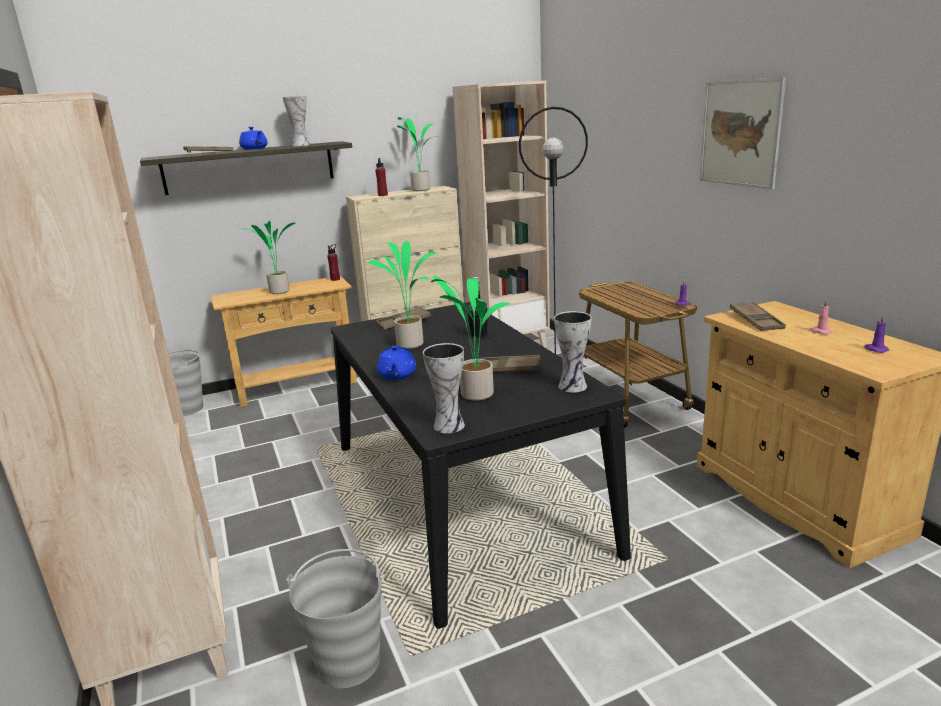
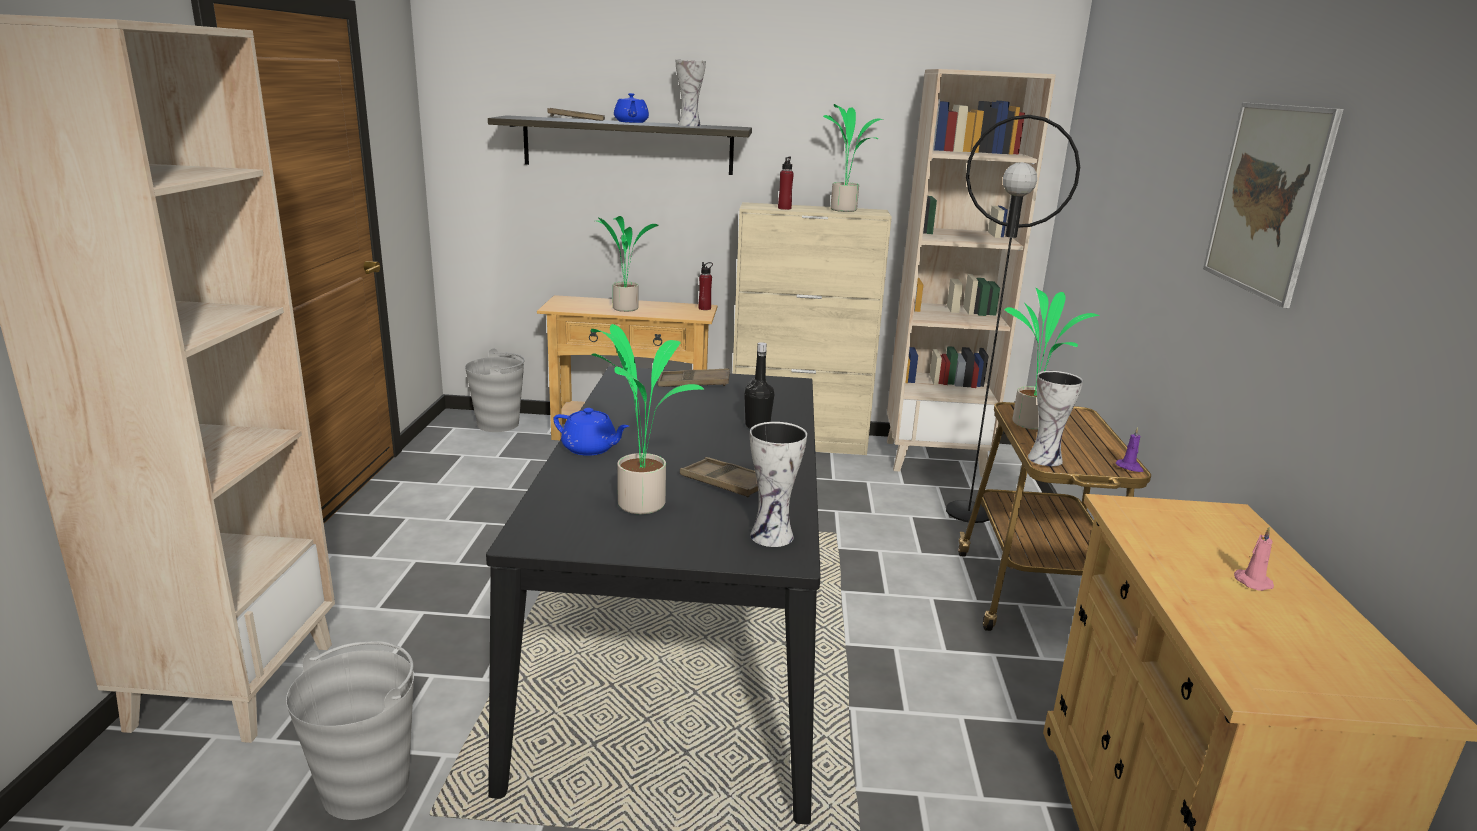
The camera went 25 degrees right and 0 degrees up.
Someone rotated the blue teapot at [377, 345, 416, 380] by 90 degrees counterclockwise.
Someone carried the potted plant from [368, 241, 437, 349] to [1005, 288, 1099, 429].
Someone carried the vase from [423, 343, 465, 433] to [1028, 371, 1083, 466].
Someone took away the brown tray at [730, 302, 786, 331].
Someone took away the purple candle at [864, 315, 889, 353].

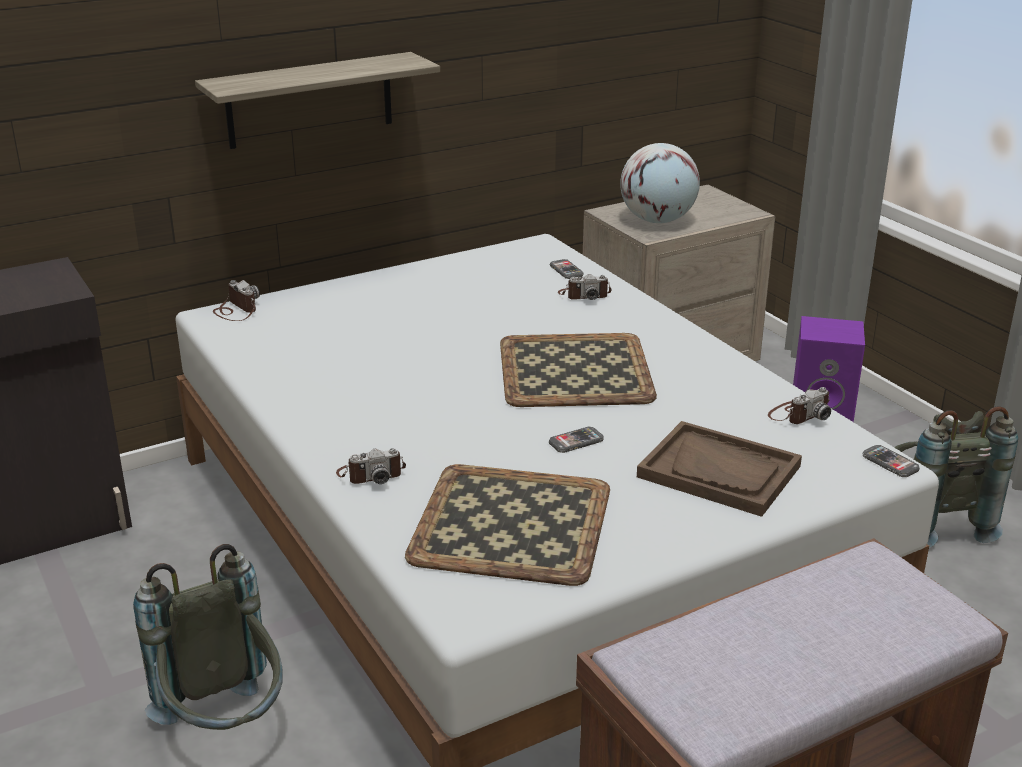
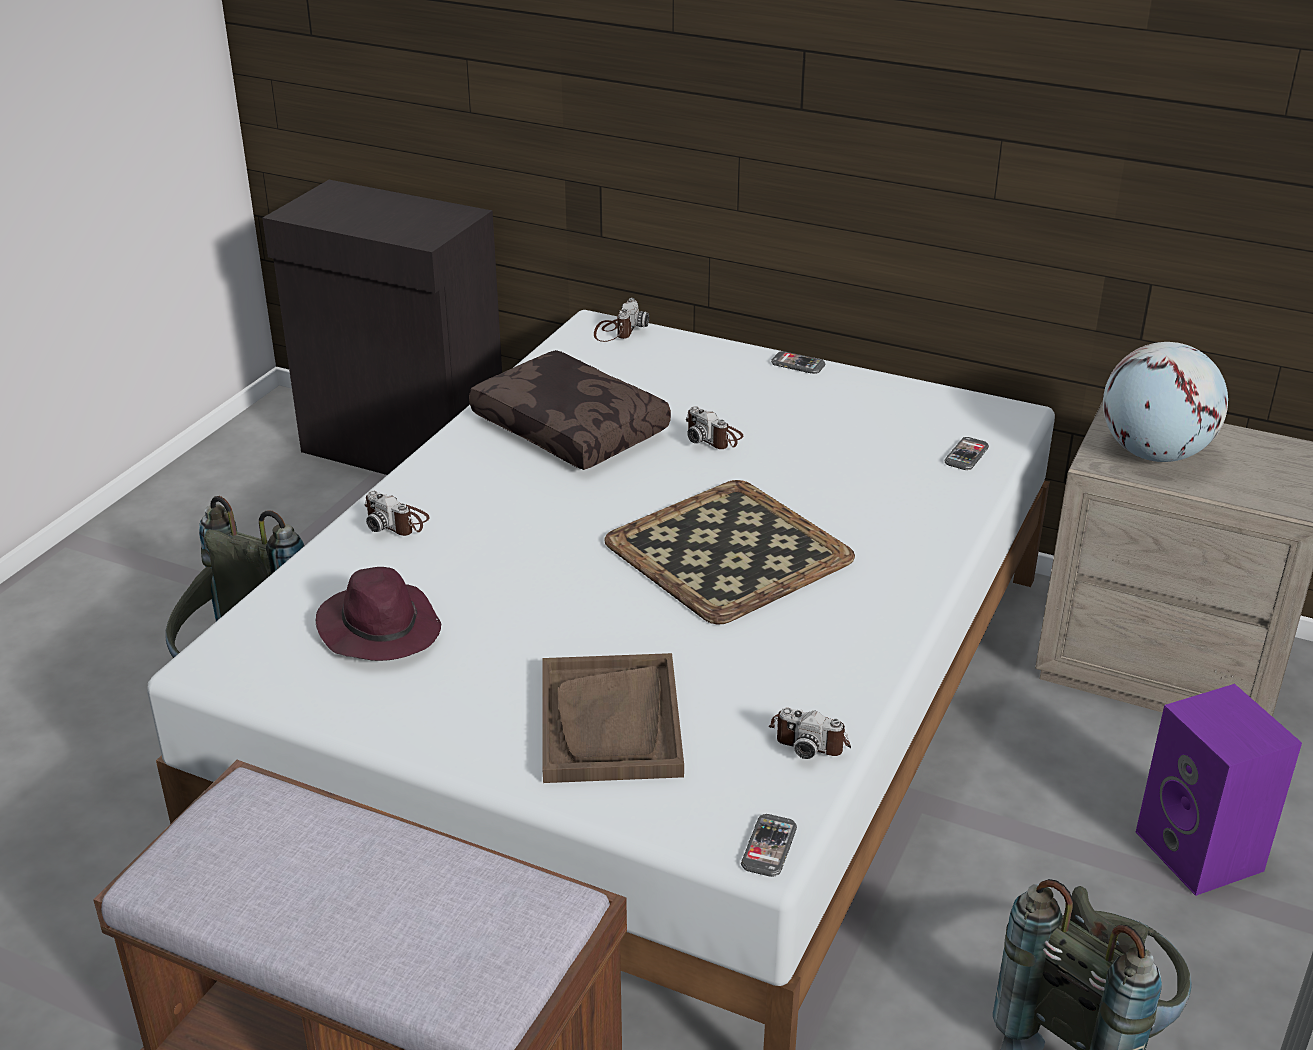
The camera went 55 degrees right and 5 degrees up.
Someone swapped the tray at [405, 464, 610, 586] for the purple hat at [316, 567, 441, 661].
Someone put down the brown pillow at [469, 350, 671, 470].
Someone carried the photo camera from [558, 274, 612, 300] to [686, 406, 743, 449].
Someone carried the phone from [549, 427, 604, 453] to [771, 351, 825, 374].
Someone took away the shelf at [195, 52, 440, 149].

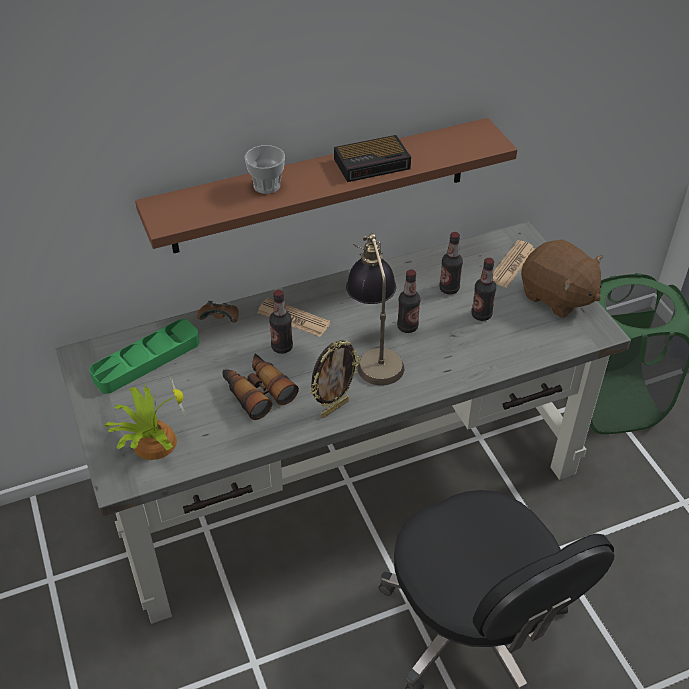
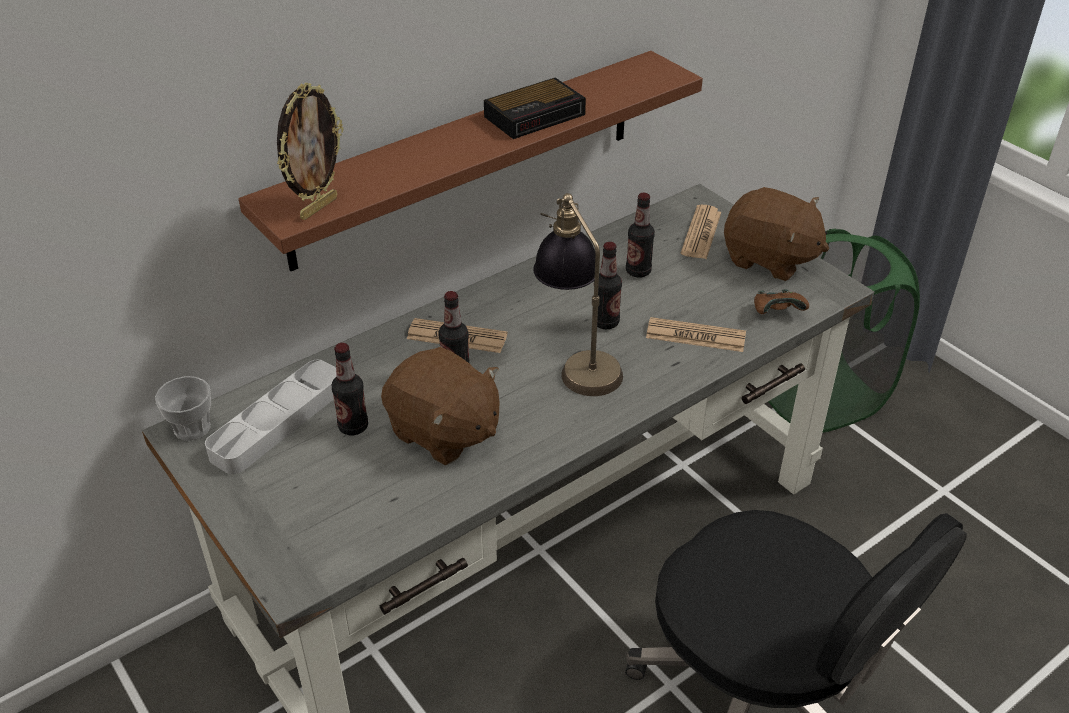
The camera went 15 degrees left and 5 degrees down.
Someone carried the cup from [245, 145, 285, 194] to [155, 376, 211, 441].
Someone repainted the green tray at [89, 319, 200, 394], which became the grey tray at [205, 360, 337, 474].
Someone carried the picture frame from [310, 340, 360, 418] to [277, 83, 343, 220].
Someone carried the bottle from [472, 258, 496, 321] to [332, 343, 368, 435].
Someone swapped the binoculars at [223, 354, 299, 420] for the brown plush toy at [381, 347, 499, 465].
Someone put down the newspaper at [646, 317, 746, 352].
Someone carried the brown game controller from [197, 301, 239, 323] to [754, 289, 809, 314].
Someone took away the potted plant at [104, 374, 185, 460].

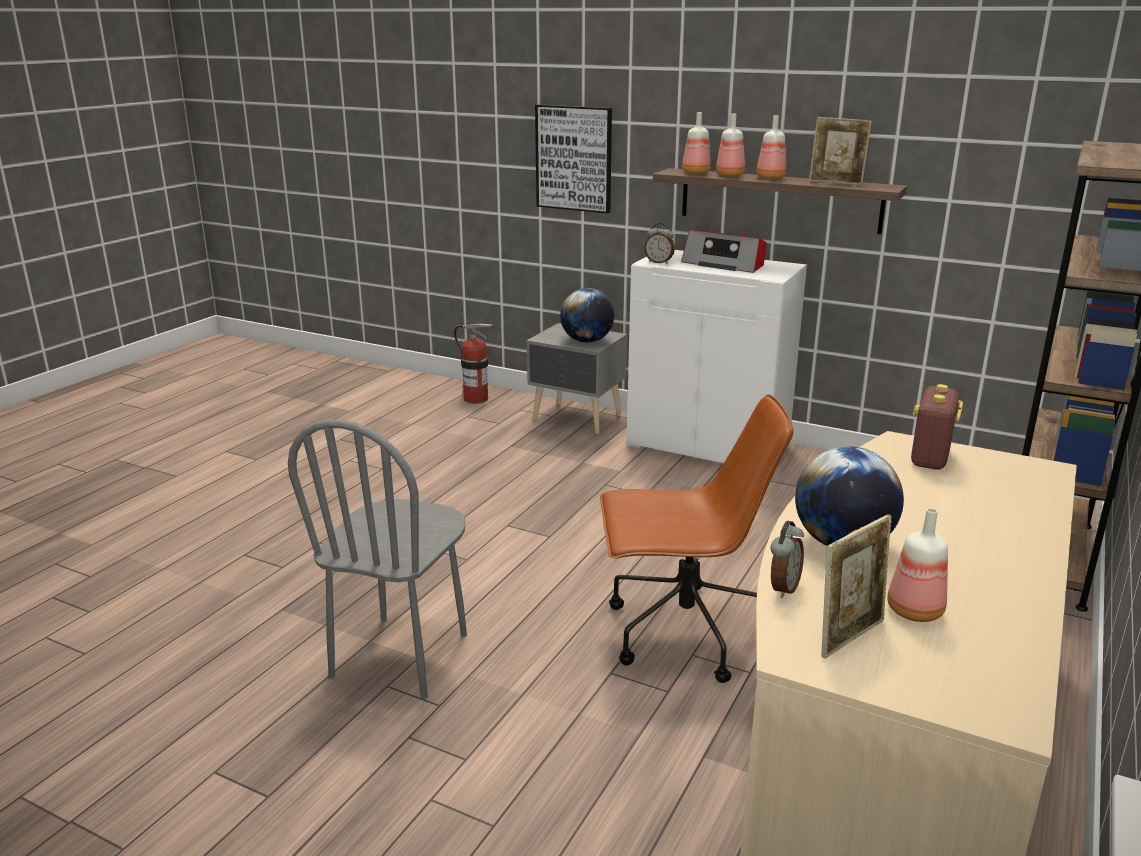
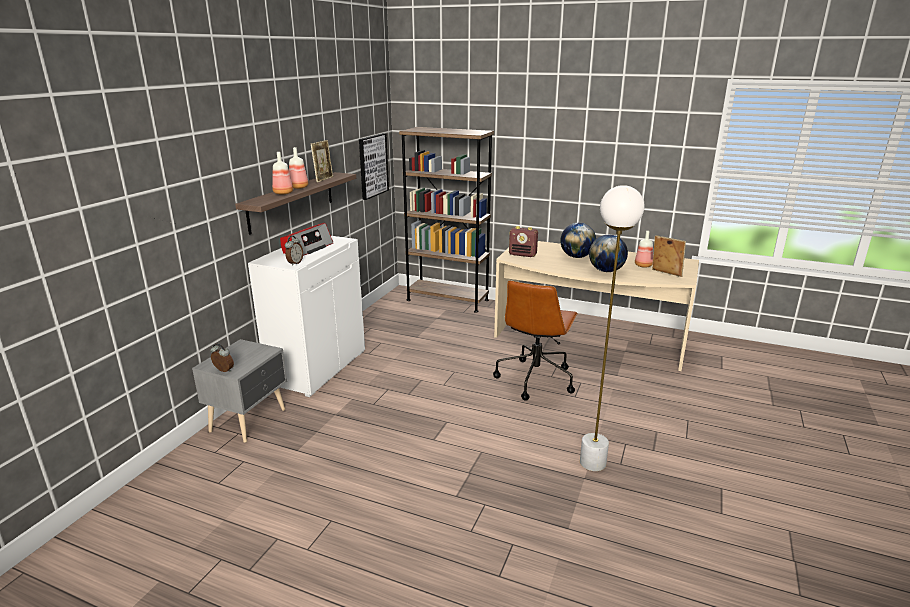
The camera went 95 degrees left and 0 degrees up.
Someone carried the alarm clock from [770, 521, 804, 598] to [210, 343, 234, 372].
Someone carried the picture from [535, 104, 612, 213] to [359, 133, 389, 200].
Someone rotated the brown office chair at [600, 394, 793, 683] by 150 degrees counterclockwise.
Someone carried the globe from [560, 288, 614, 343] to [560, 223, 596, 258].
Someone swapped the grey chair at [288, 419, 467, 699] for the white floor lamp at [580, 185, 645, 471].
Someone took away the fire extinguisher at [454, 323, 493, 404].
Someone took away the bottle at [682, 112, 711, 174].

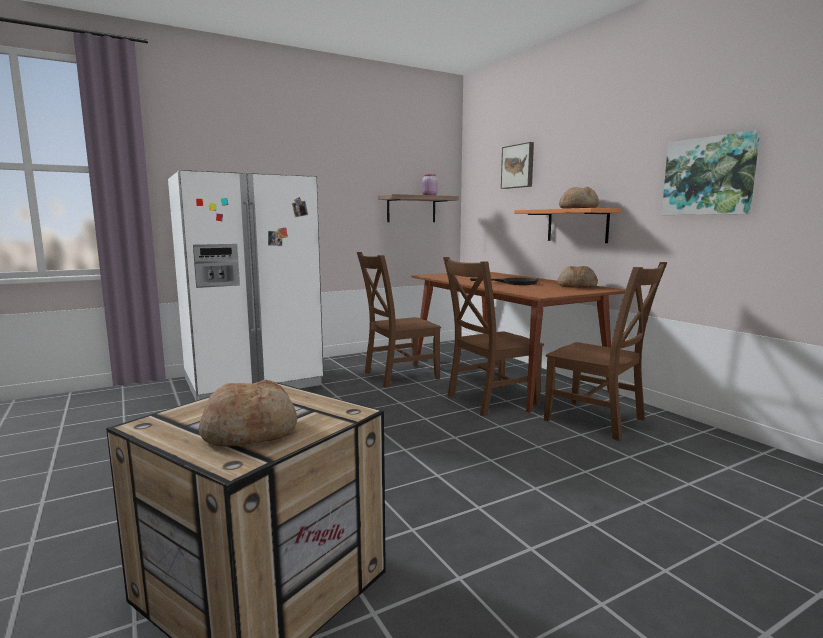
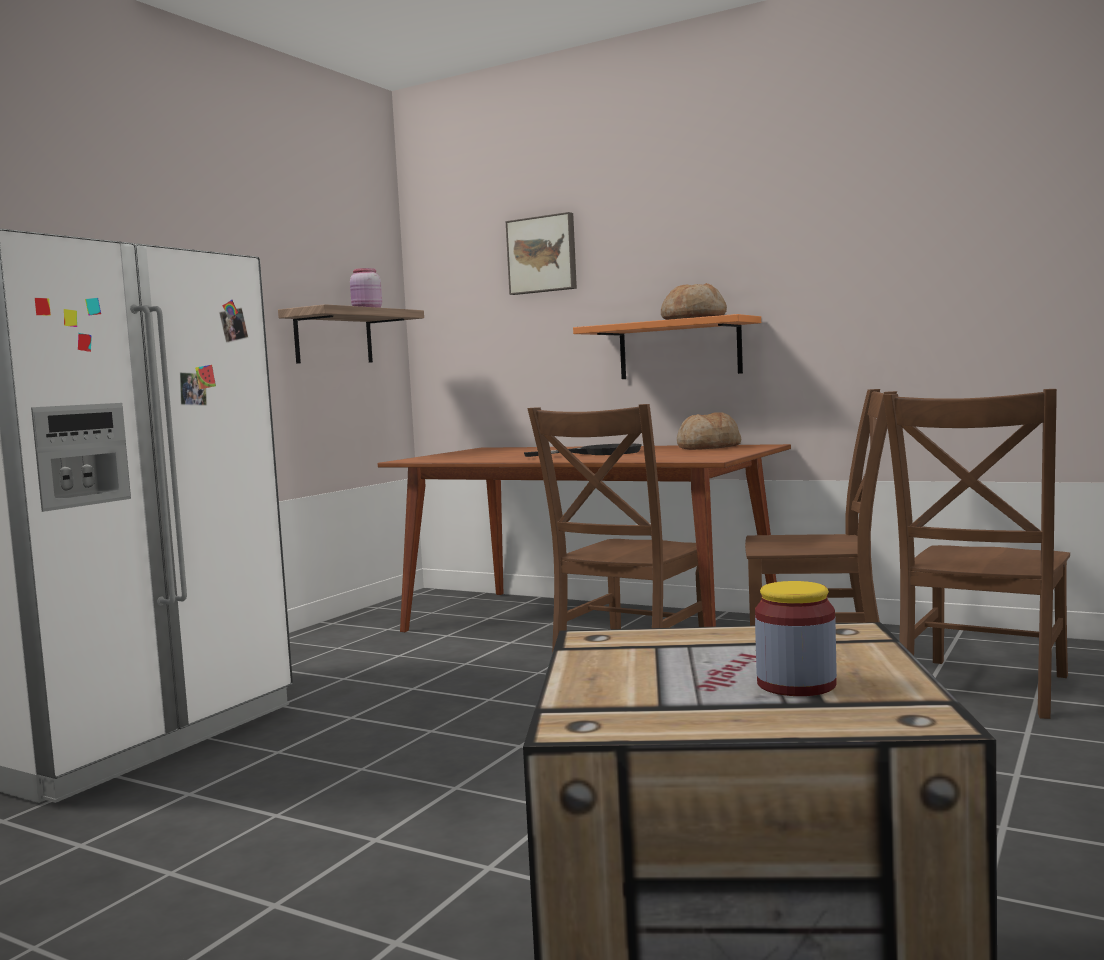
The camera went 30 degrees left and 5 degrees down.
Someone swapped the bread at [199, 379, 297, 447] for the jar at [755, 581, 837, 696].
Someone carried the brown chair from [357, 252, 441, 388] to [883, 389, 1070, 719].
Someone took away the picture at [662, 130, 760, 215].

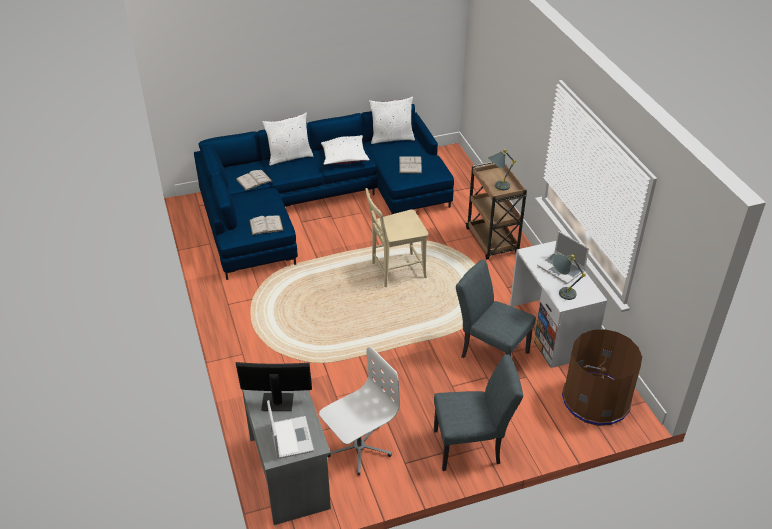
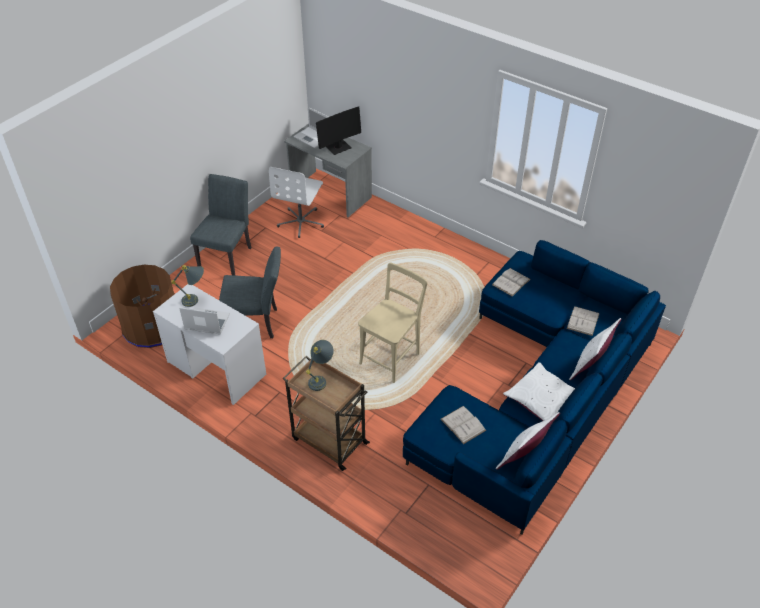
The camera went 145 degrees right and 5 degrees up.
Someone rotated the grey chair at [434, 354, 523, 471] by 150 degrees clockwise.

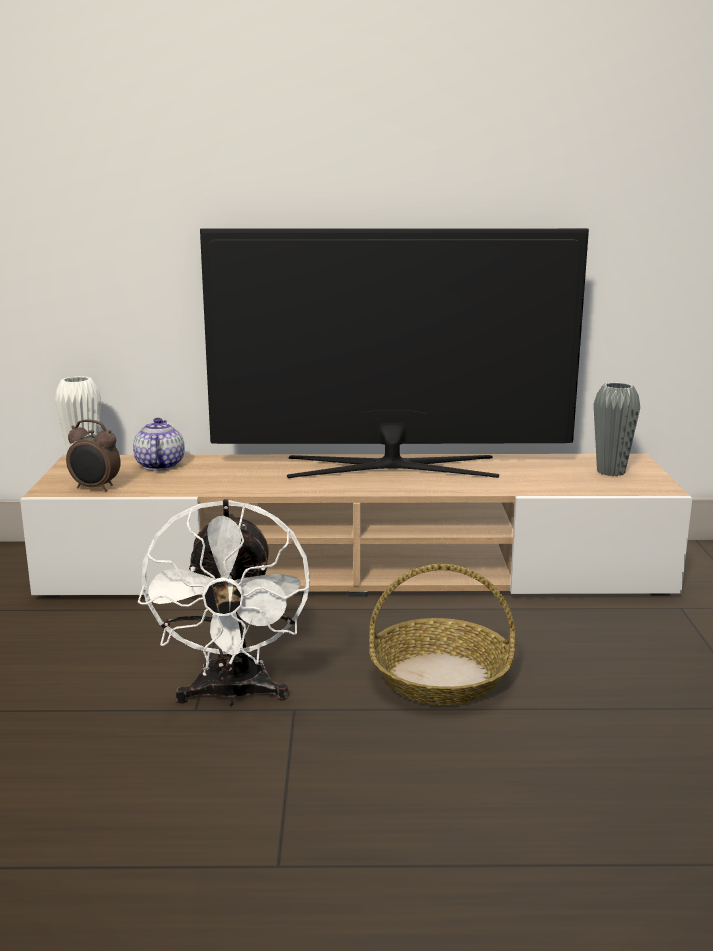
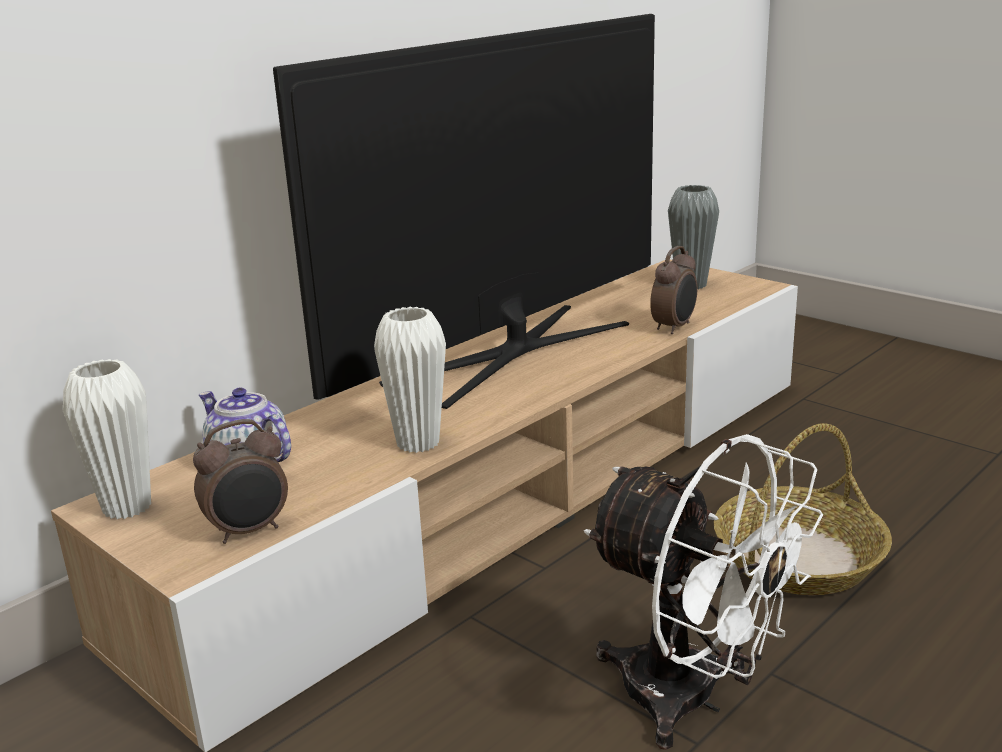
The camera went 45 degrees left and 5 degrees up.
Someone put down the white vase at [374, 307, 446, 453].
Someone put down the alarm clock at [650, 246, 697, 334].

